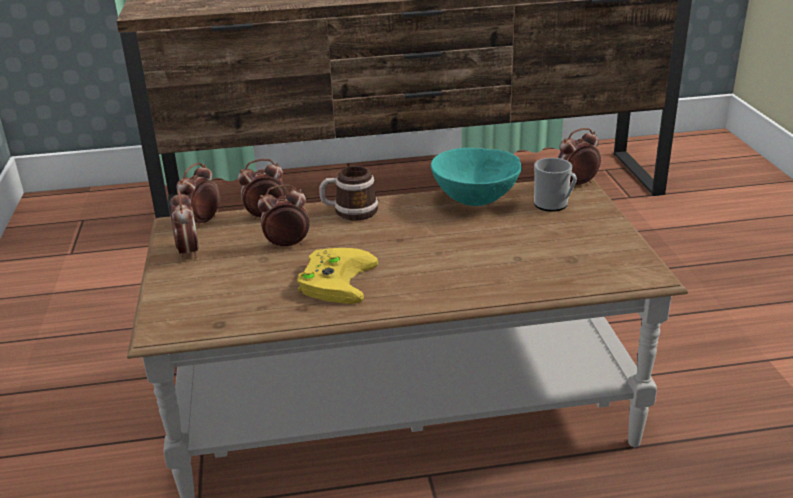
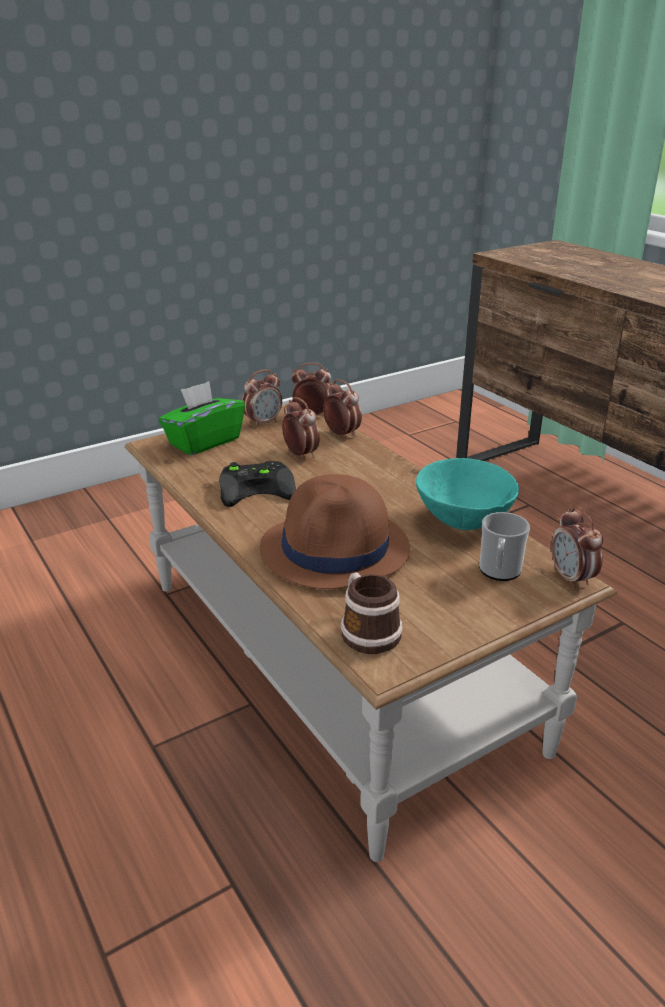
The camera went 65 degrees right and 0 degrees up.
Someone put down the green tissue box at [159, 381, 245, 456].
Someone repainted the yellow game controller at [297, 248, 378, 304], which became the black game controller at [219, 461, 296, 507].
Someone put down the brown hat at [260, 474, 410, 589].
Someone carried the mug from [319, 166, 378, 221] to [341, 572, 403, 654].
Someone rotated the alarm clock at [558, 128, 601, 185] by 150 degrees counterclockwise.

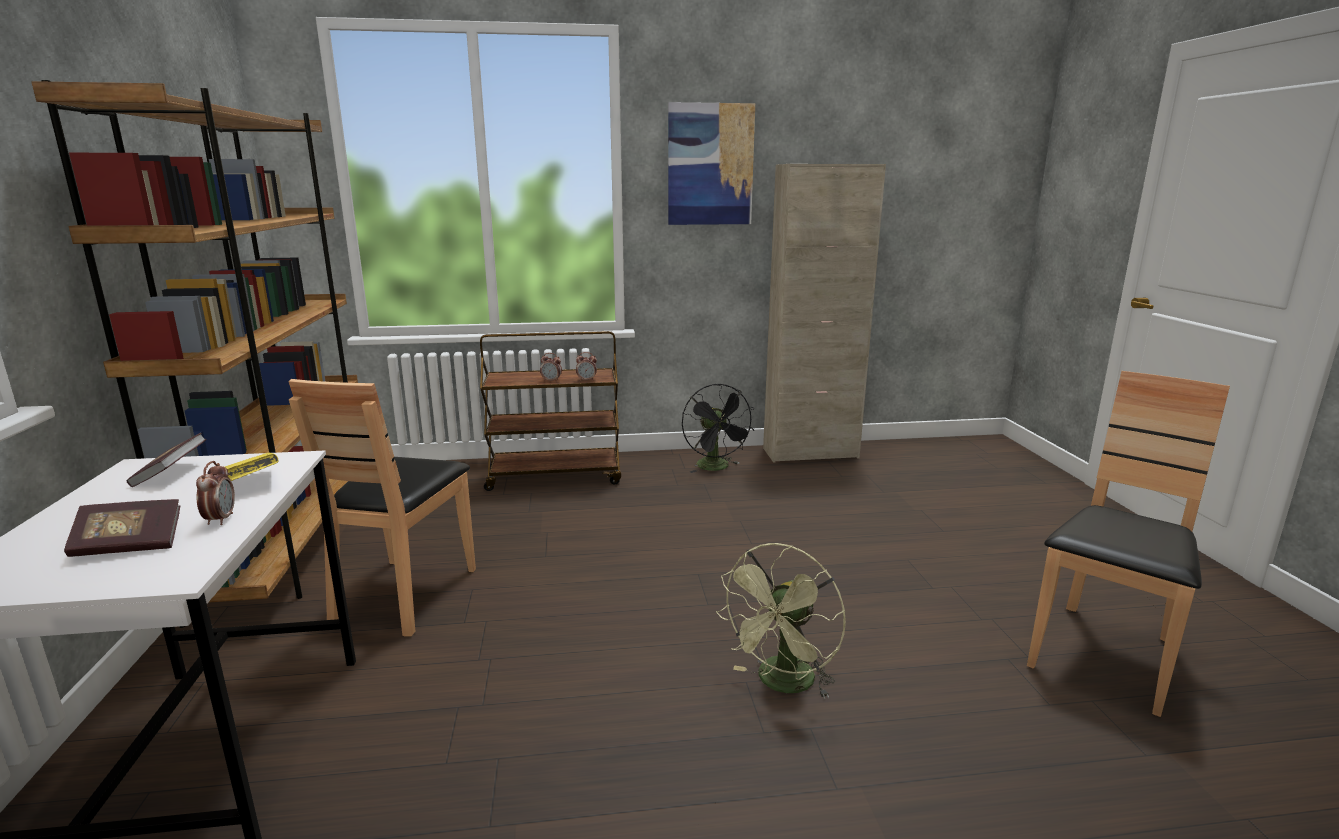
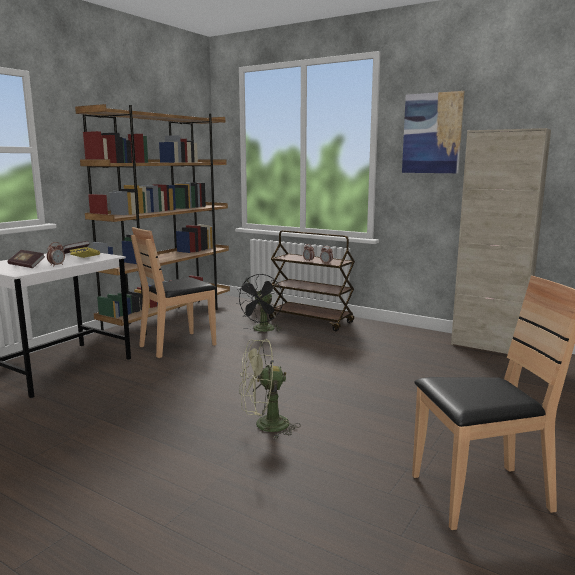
The camera went 40 degrees right and 5 degrees down.
Someone carried the black fan from [682, 383, 755, 473] to [236, 274, 283, 332].

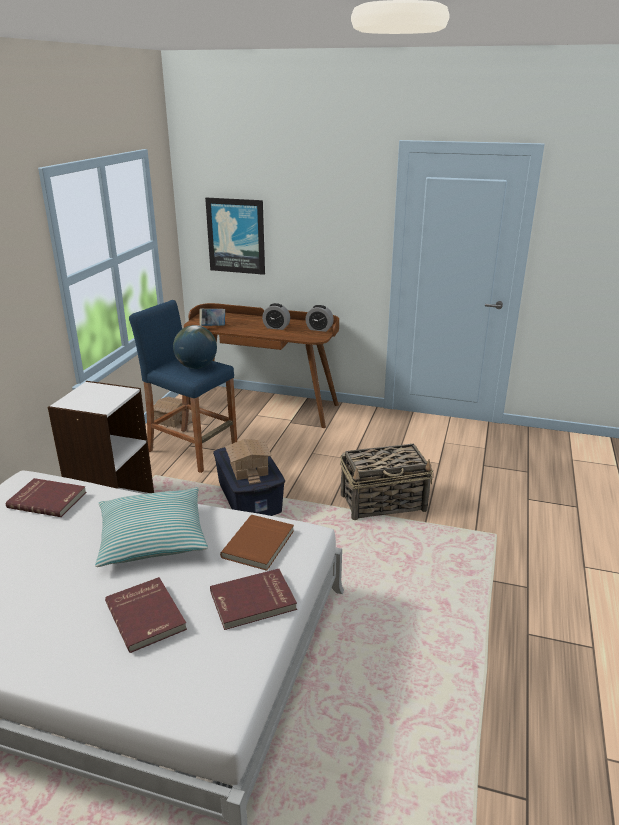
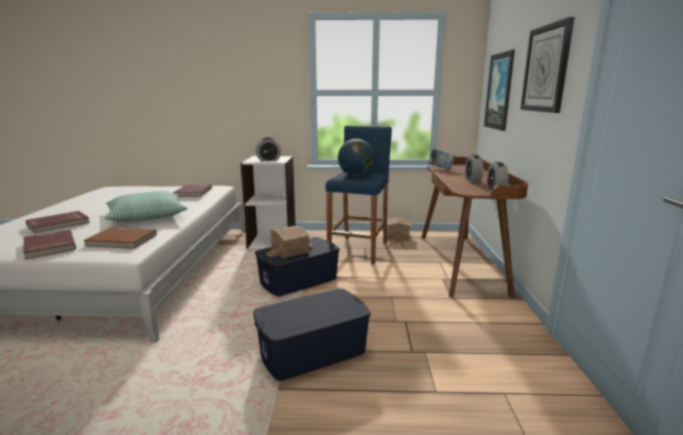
The camera went 75 degrees right and 10 degrees down.
Someone swapped the basket at [340, 444, 433, 520] for the blue storage box at [253, 289, 371, 381].
Someone put down the alarm clock at [256, 137, 281, 161].
Someone put up the wall clock at [520, 17, 574, 113].

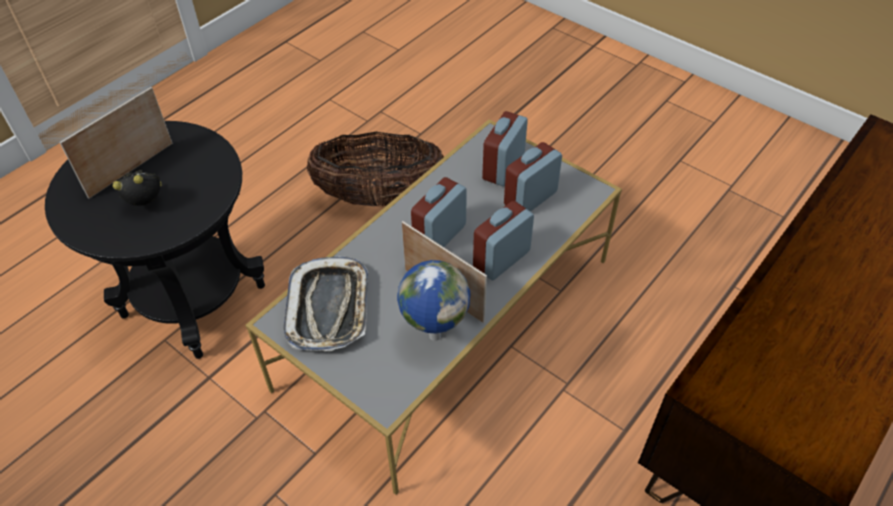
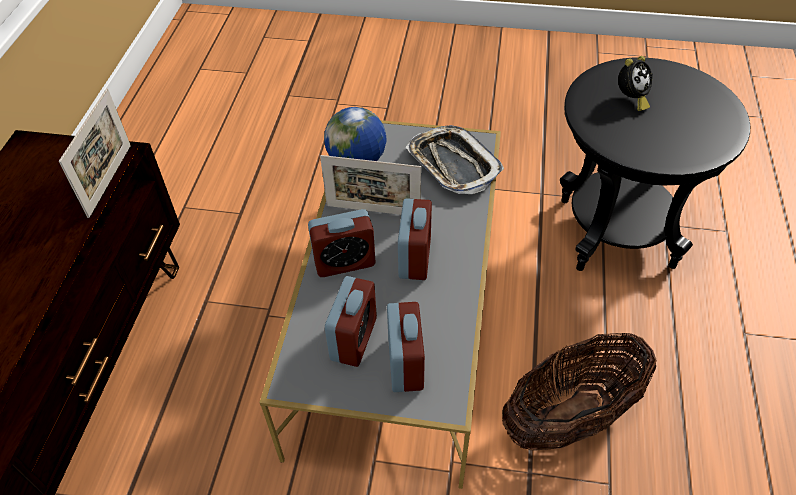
The camera went 150 degrees right and 0 degrees up.
Someone carried the picture frame from [60, 87, 172, 199] to [59, 88, 131, 218].
Someone rotated the alarm clock at [473, 201, 534, 280] by 60 degrees clockwise.

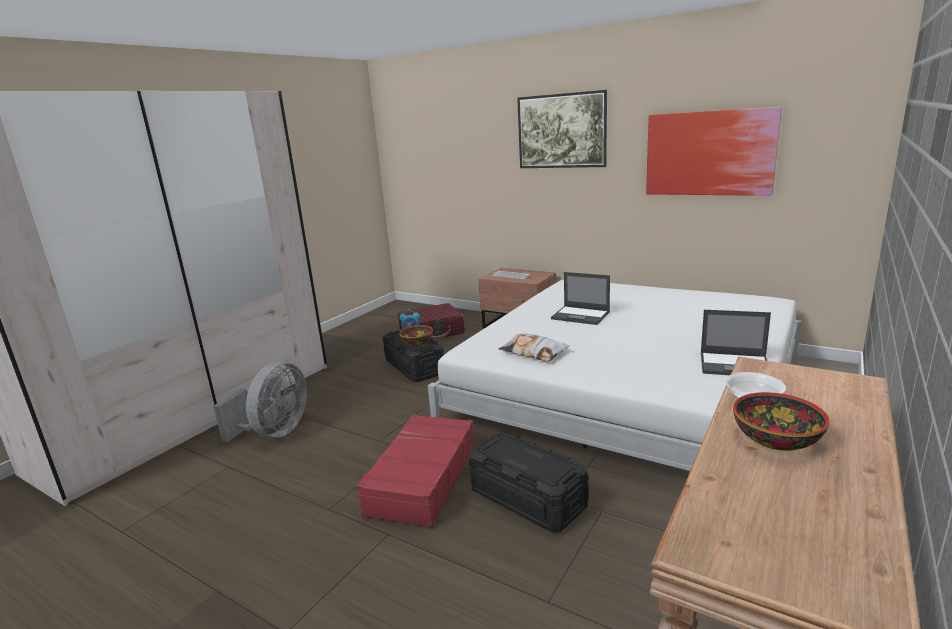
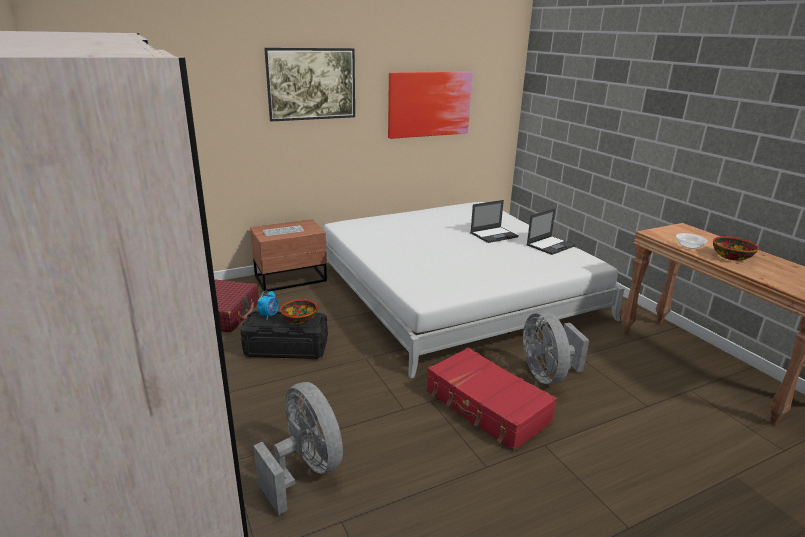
The camera went 60 degrees left and 5 degrees up.
Someone carried the laptop from [551, 272, 610, 325] to [470, 200, 519, 243].
Someone swapped the black storage box at [469, 433, 588, 533] for the grey fan at [523, 311, 589, 384].
Someone took away the pillow at [499, 334, 569, 362].

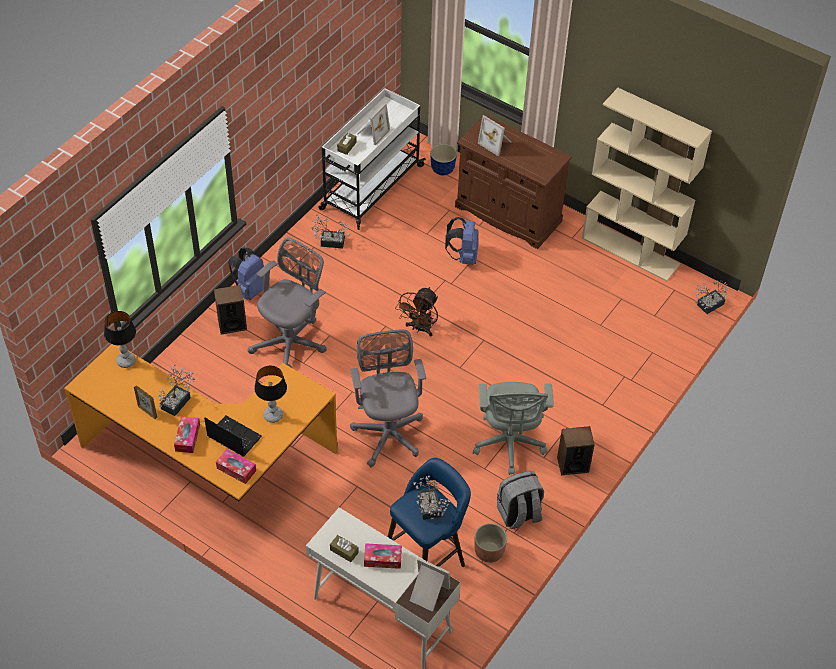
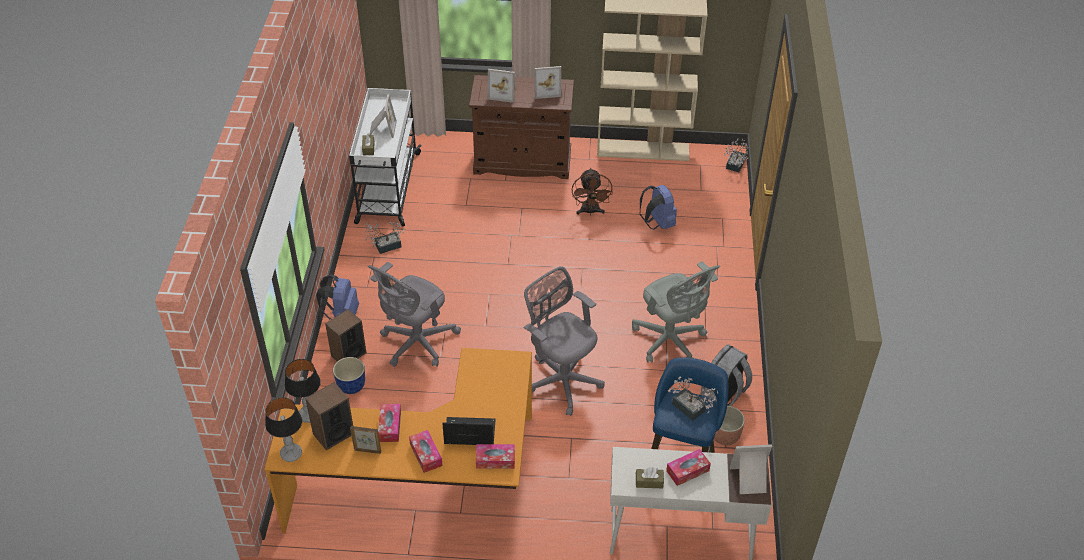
The camera went 30 degrees left and 5 degrees down.
Someone carried the table lamp from [254, 365, 287, 423] to [265, 397, 302, 462].
Someone carried the speaker from [557, 426, 595, 475] to [305, 382, 353, 450].
Someone carried the planter from [430, 144, 457, 175] to [333, 357, 365, 394].
Someone rotated the grey office chair at [248, 237, 327, 368] by 150 degrees counterclockwise.
Someone swapped the potted plant at [158, 364, 195, 416] for the tissue box at [378, 404, 401, 442].
Someone put down the picture frame at [534, 66, 561, 99].
Someone carried the brown fan from [395, 287, 438, 337] to [572, 168, 613, 215].
Someone carried the blue backpack from [445, 217, 479, 265] to [640, 185, 677, 230].

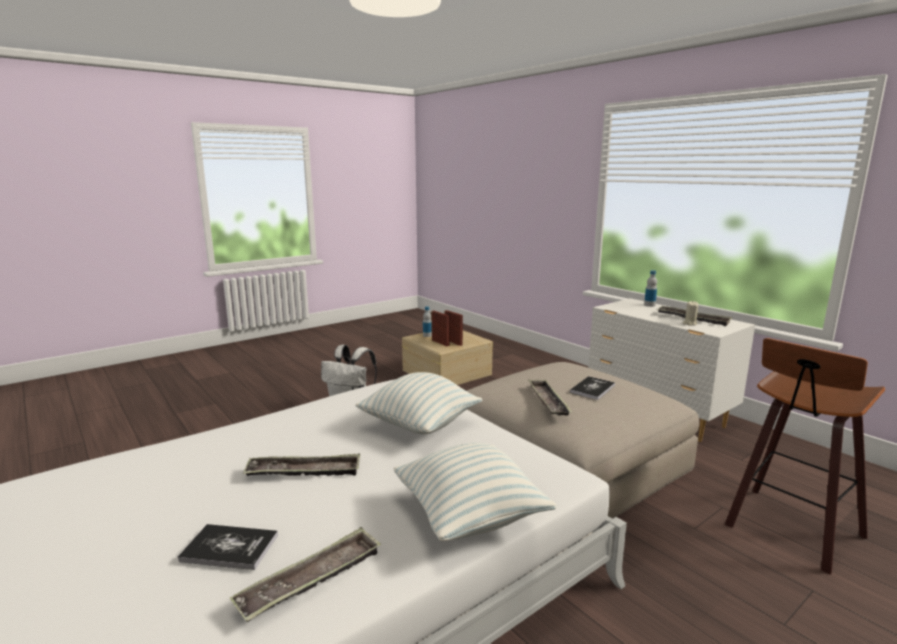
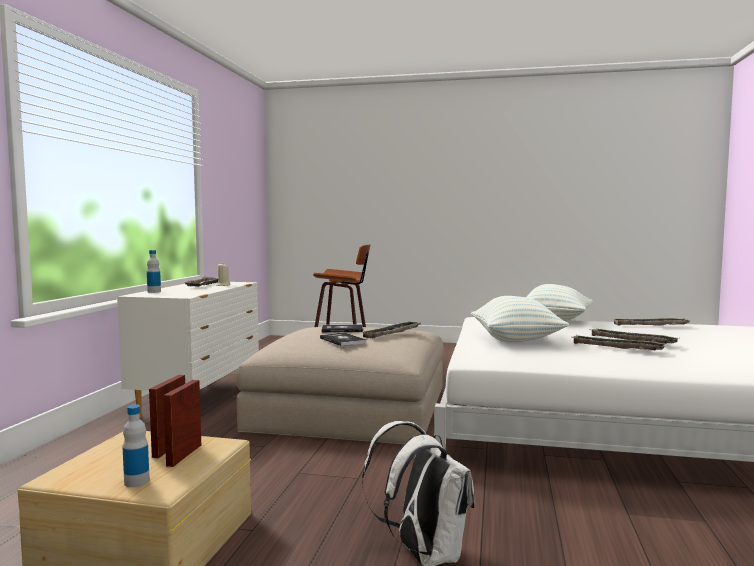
The camera went 130 degrees left and 10 degrees down.
Someone carried the book from [178, 524, 278, 570] to [320, 332, 366, 346].
Someone put down the tray at [571, 335, 666, 350].

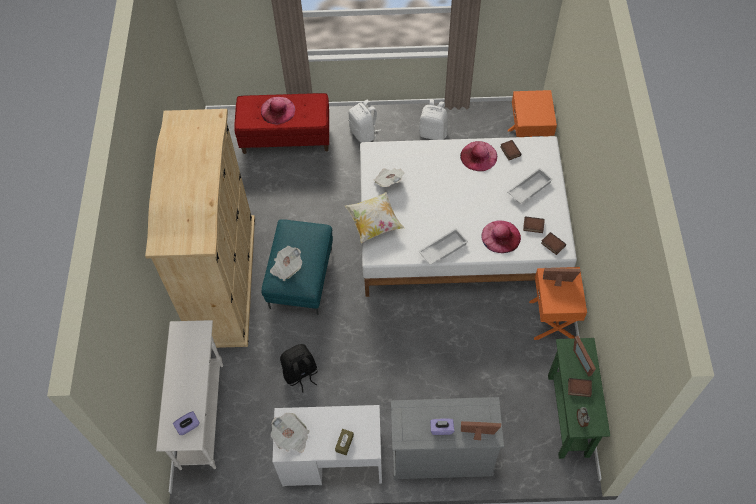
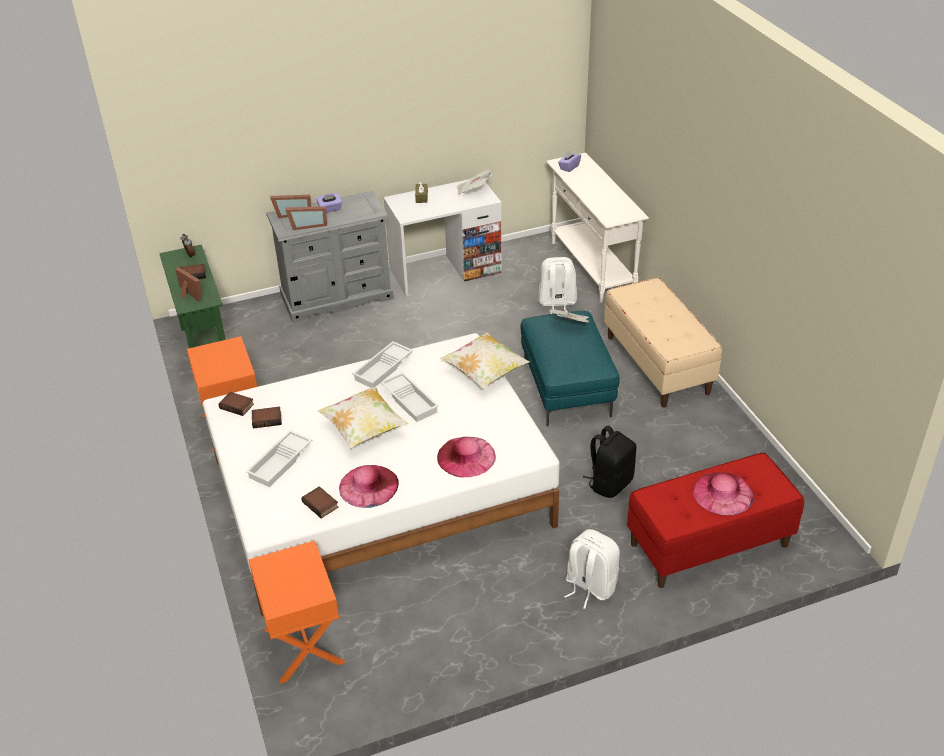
The camera went 160 degrees right and 20 degrees down.
Someone carried the picture frame from [543, 268, 580, 286] to [285, 206, 327, 230].
Someone put down the pillow at [317, 386, 409, 449].
Someone put down the white tray at [380, 372, 439, 422].
Someone carried the pink hat from [481, 220, 521, 253] to [437, 437, 496, 477].
Someone carried the white backpack from [419, 99, 448, 140] to [538, 257, 577, 314].
Someone carried the black backpack from [280, 344, 318, 393] to [583, 426, 637, 498].
Someone swapped the beige wardrobe at [145, 109, 255, 348] for the beige bench at [604, 278, 722, 407].
Someone took away the newspaper at [373, 168, 405, 187].

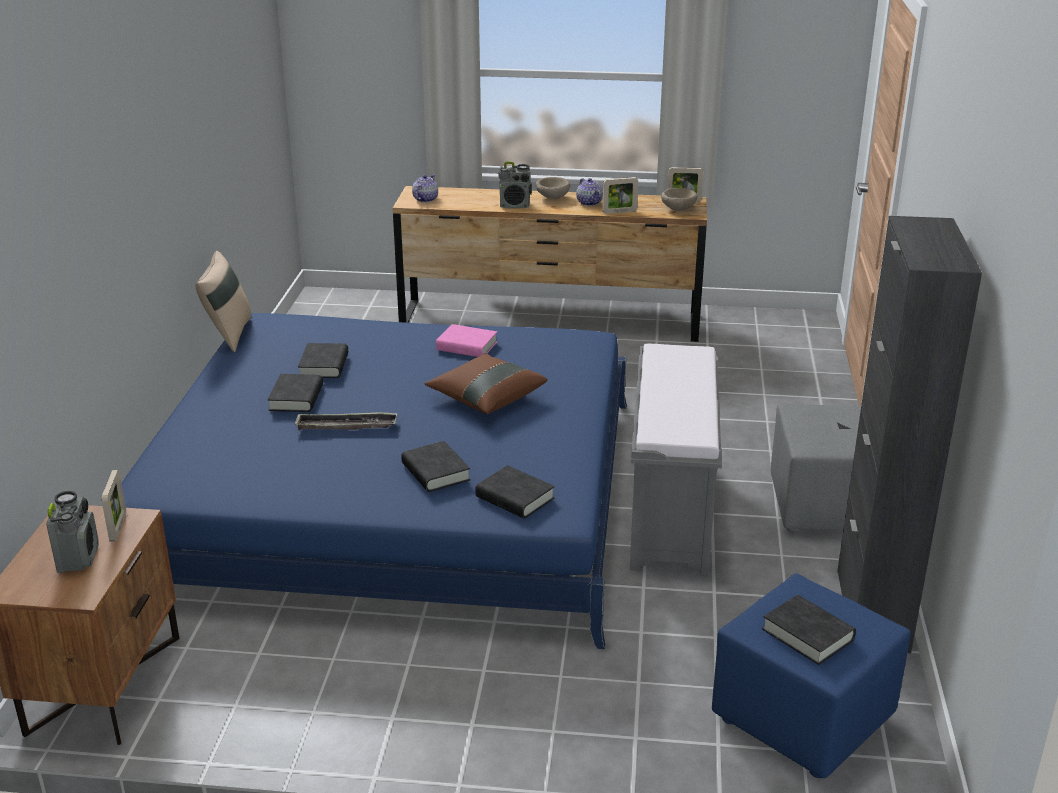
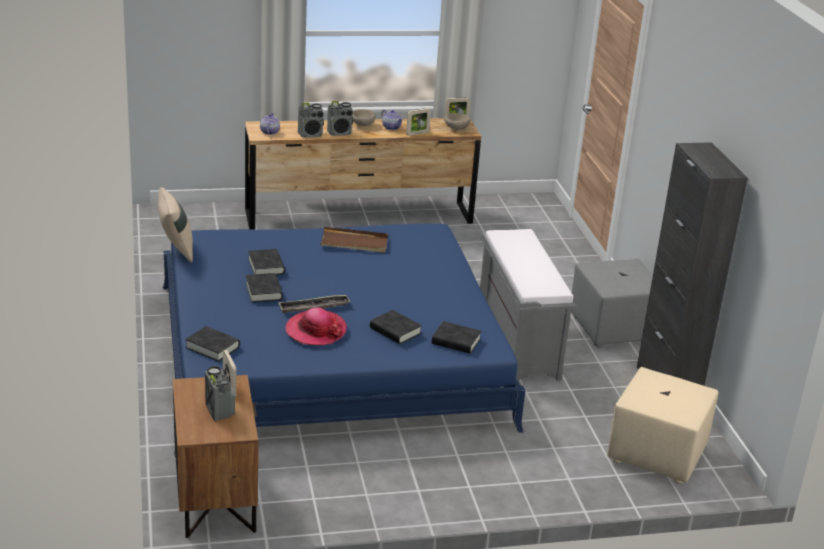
The camera went 20 degrees left and 0 degrees up.
Someone carried the black book from [762, 595, 856, 665] to [185, 326, 240, 362].
Someone put down the hat at [285, 307, 347, 345].
Someone put down the radio at [298, 102, 324, 138].
Someone swapped the pink book at [436, 324, 497, 357] for the brown tray at [320, 227, 388, 253].
Someone repainted the blue ottoman at [712, 573, 911, 778], which became the beige ottoman at [607, 367, 718, 484].
Someone took away the brown pillow at [424, 354, 548, 414].

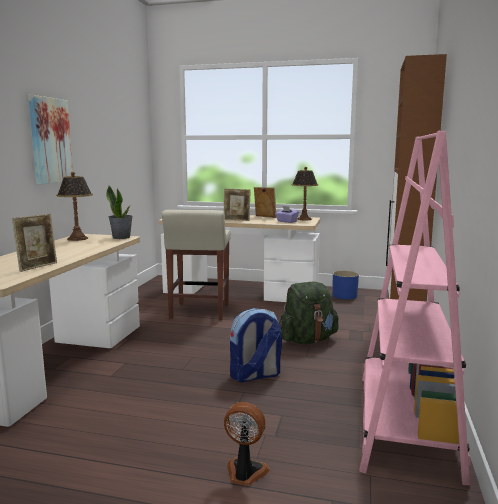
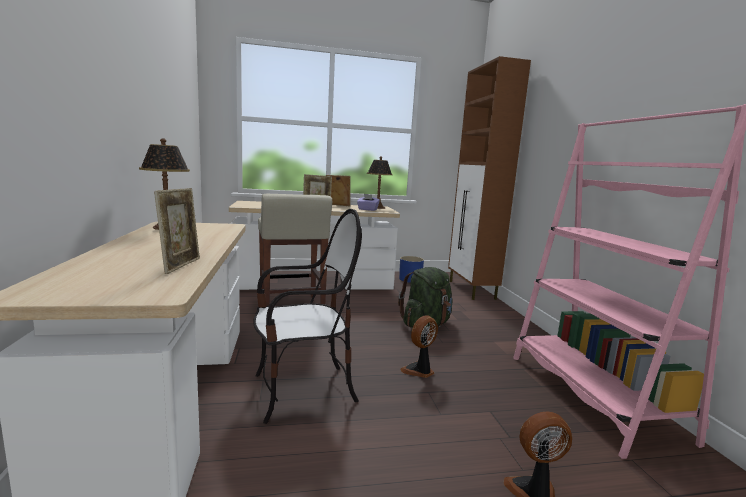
The camera went 25 degrees left and 0 degrees up.
Someone put down the chair at [253, 209, 362, 424].
Someone swapped the backpack at [230, 308, 282, 383] for the fan at [400, 315, 438, 378].
Someone took away the picture at [28, 95, 73, 184].
Someone took away the potted plant at [106, 186, 133, 239].

